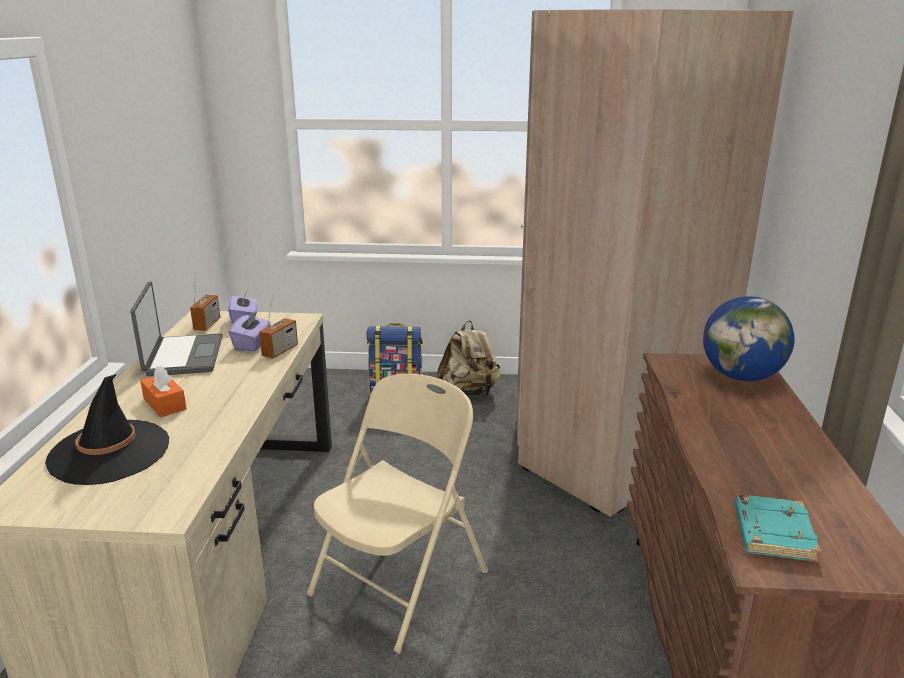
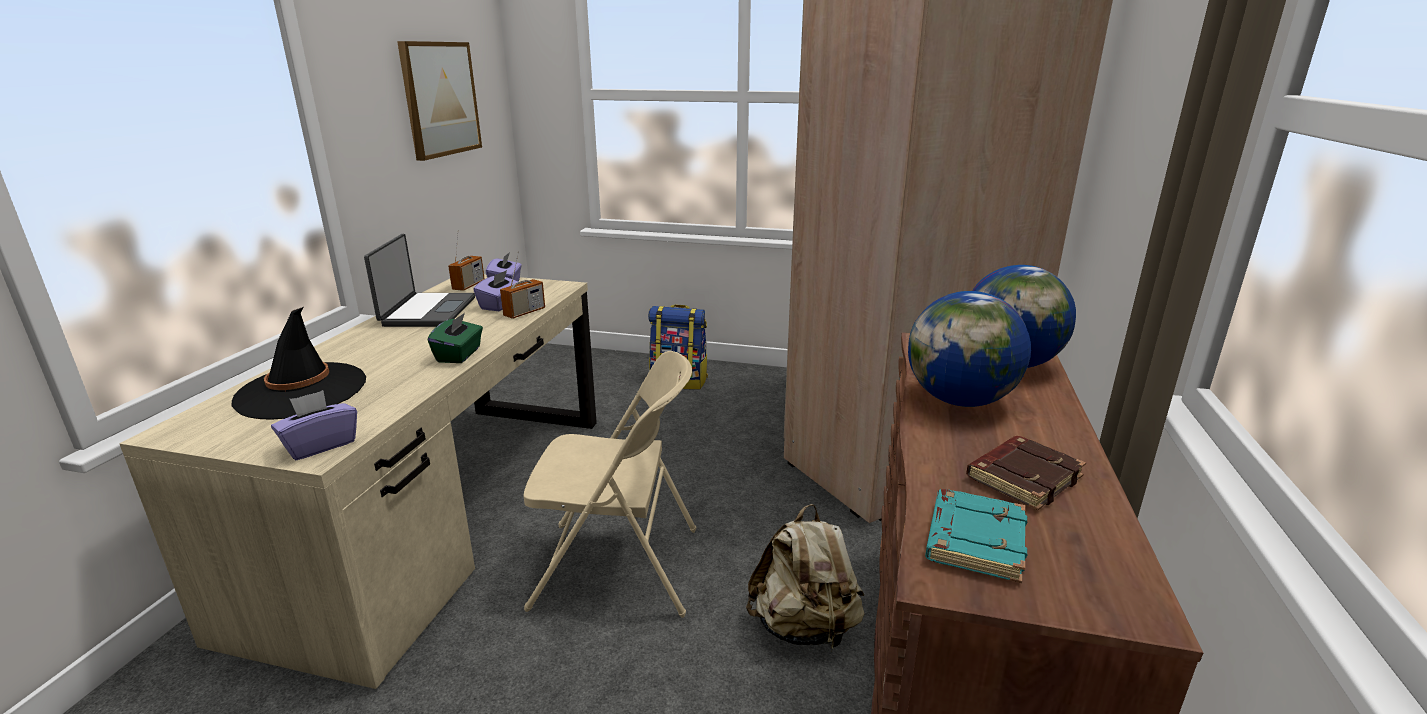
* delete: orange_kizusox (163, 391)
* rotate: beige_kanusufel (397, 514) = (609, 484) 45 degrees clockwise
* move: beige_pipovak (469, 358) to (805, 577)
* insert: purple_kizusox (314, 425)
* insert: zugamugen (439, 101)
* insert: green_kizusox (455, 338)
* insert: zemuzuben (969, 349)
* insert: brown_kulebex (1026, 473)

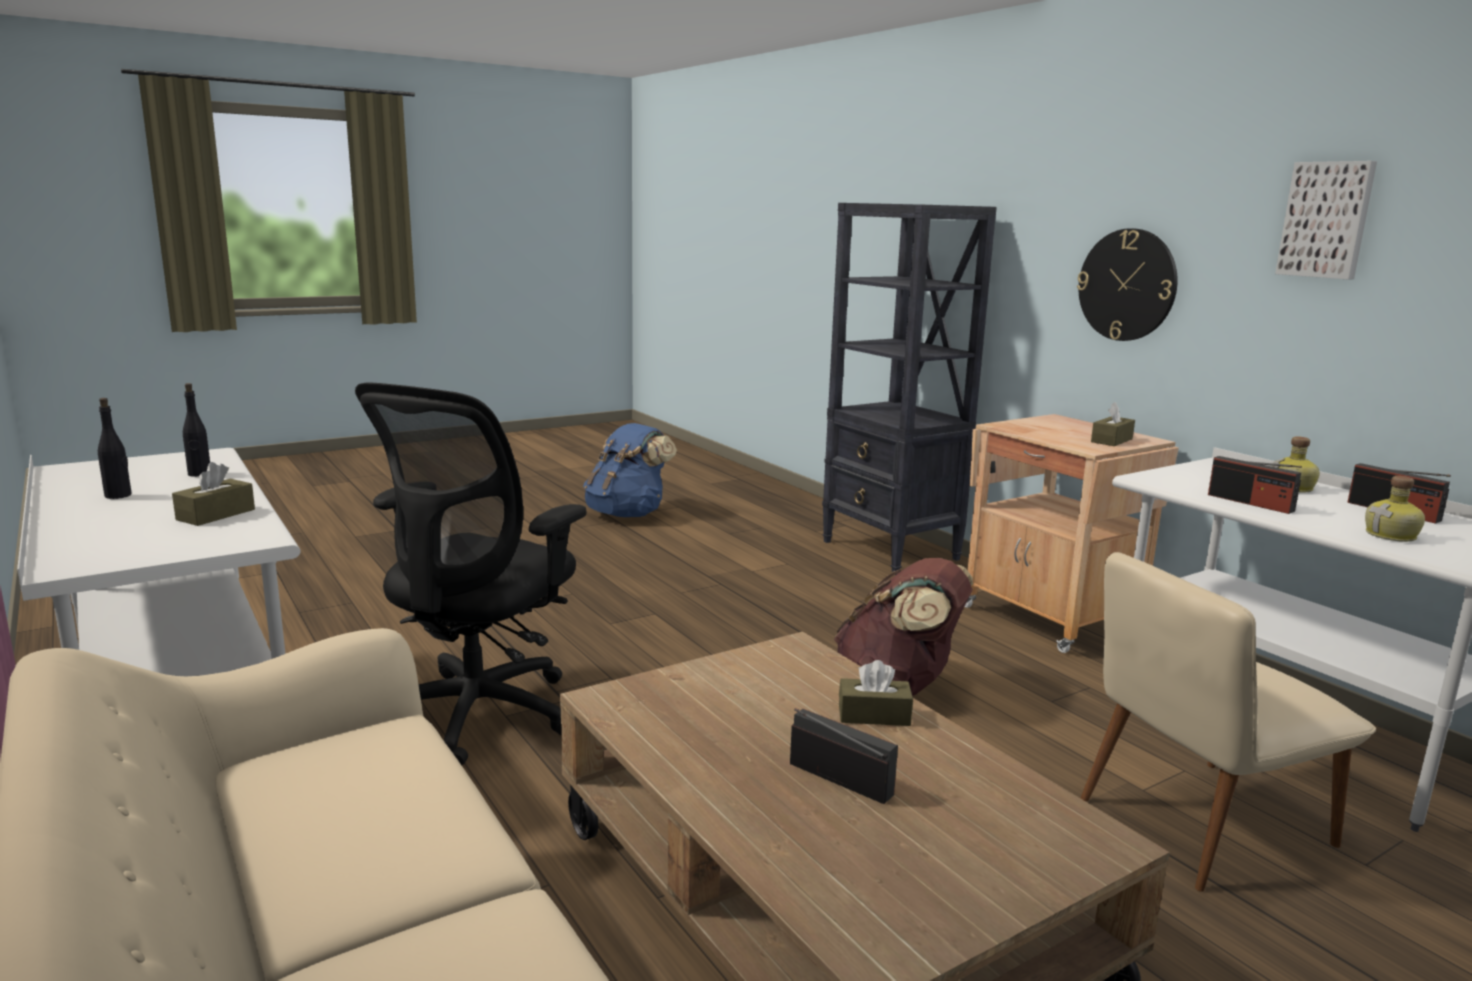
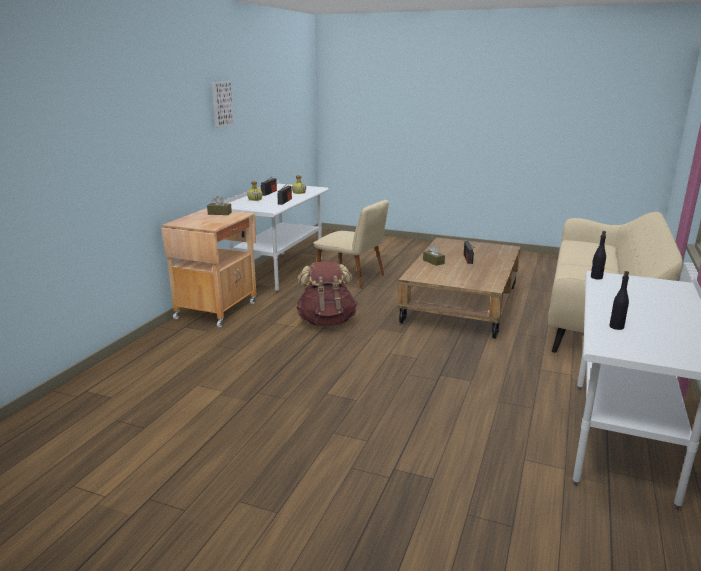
* move: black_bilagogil (115, 448) to (598, 255)
* delete: brown_kizusox (213, 494)
* delete: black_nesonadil (470, 573)
* delete: blue_pipovak (630, 470)
* delete: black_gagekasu (909, 389)
* delete: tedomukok (1127, 284)

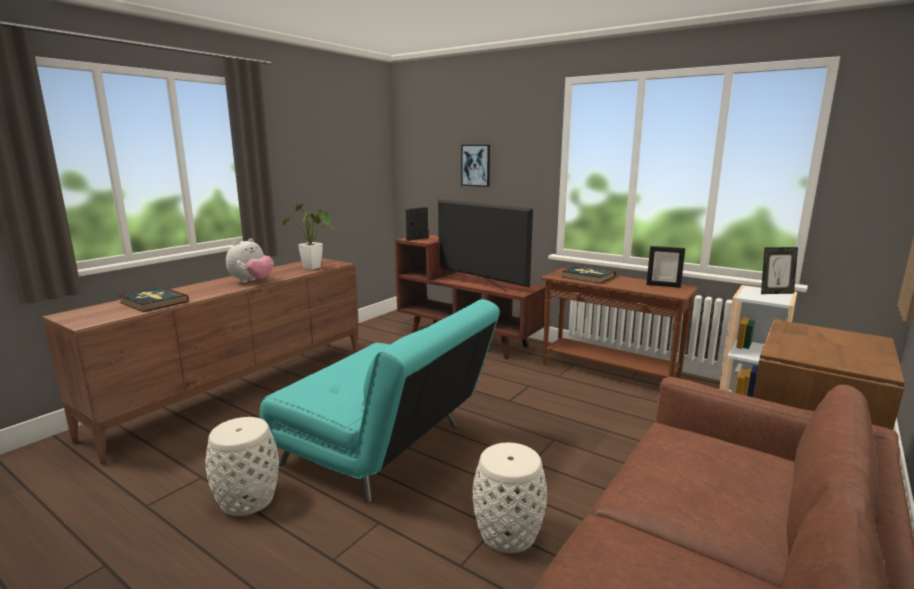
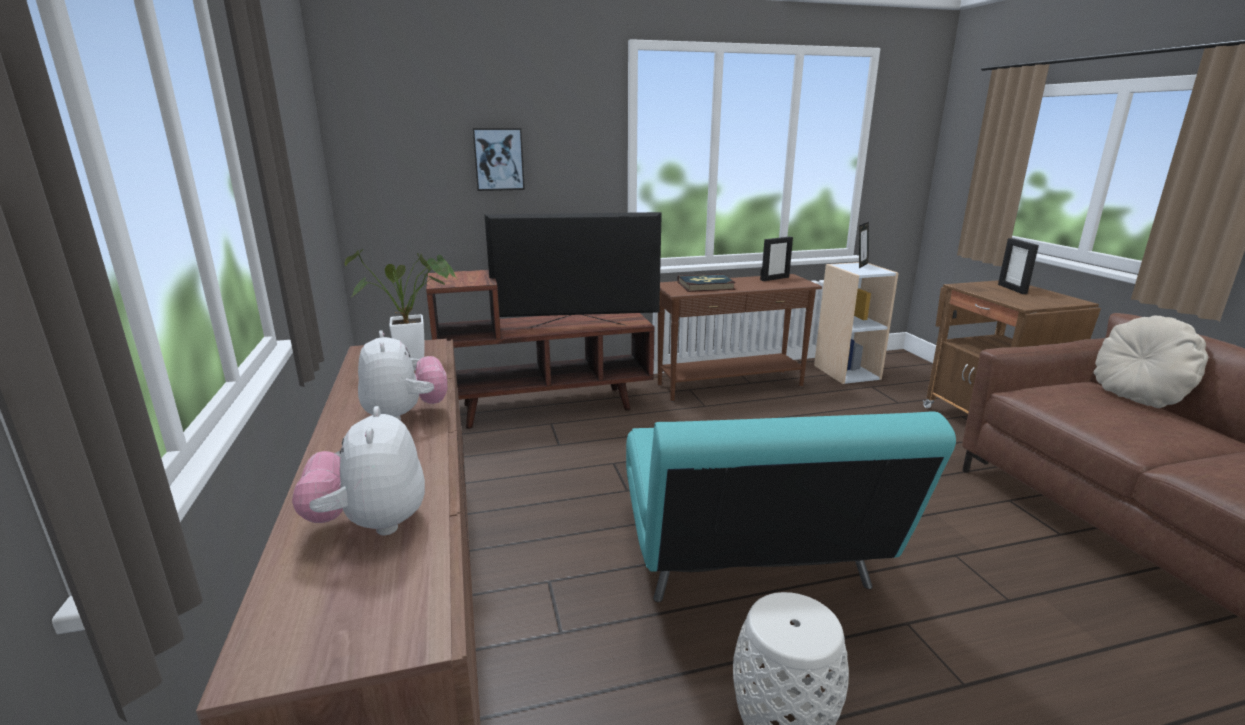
* replace: kulebex (153, 299) to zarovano (358, 470)
* rotate: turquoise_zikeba (380, 401) = (791, 506) 105 degrees clockwise
* move: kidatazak (417, 224) to (1018, 266)
* delete: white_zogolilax (510, 498)
* insert: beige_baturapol (1151, 362)

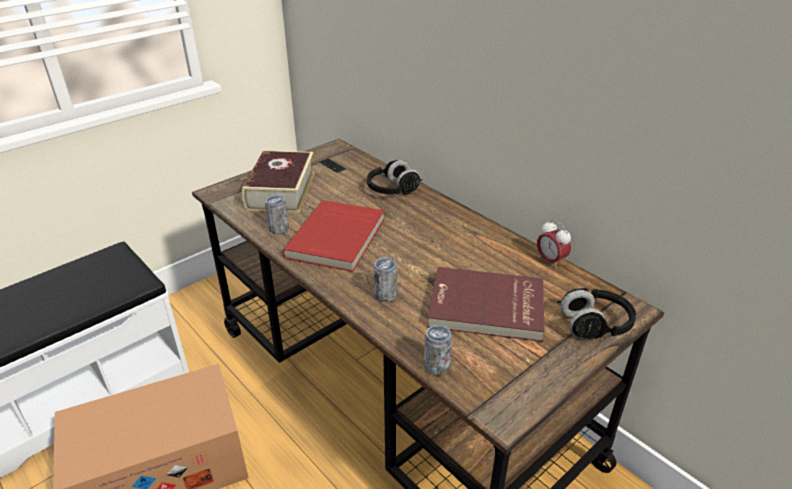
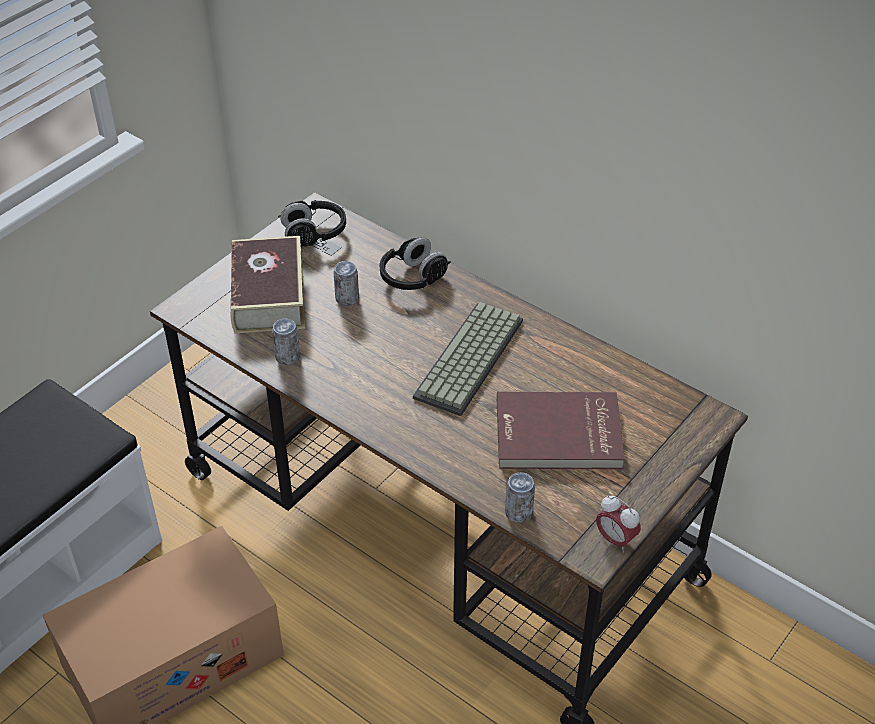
* delete: red_kulebex (333, 236)
* move: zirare (385, 280) to (346, 283)
* move: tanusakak (554, 244) to (618, 524)
* move: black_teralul (596, 313) to (312, 223)
* insert: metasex (468, 359)

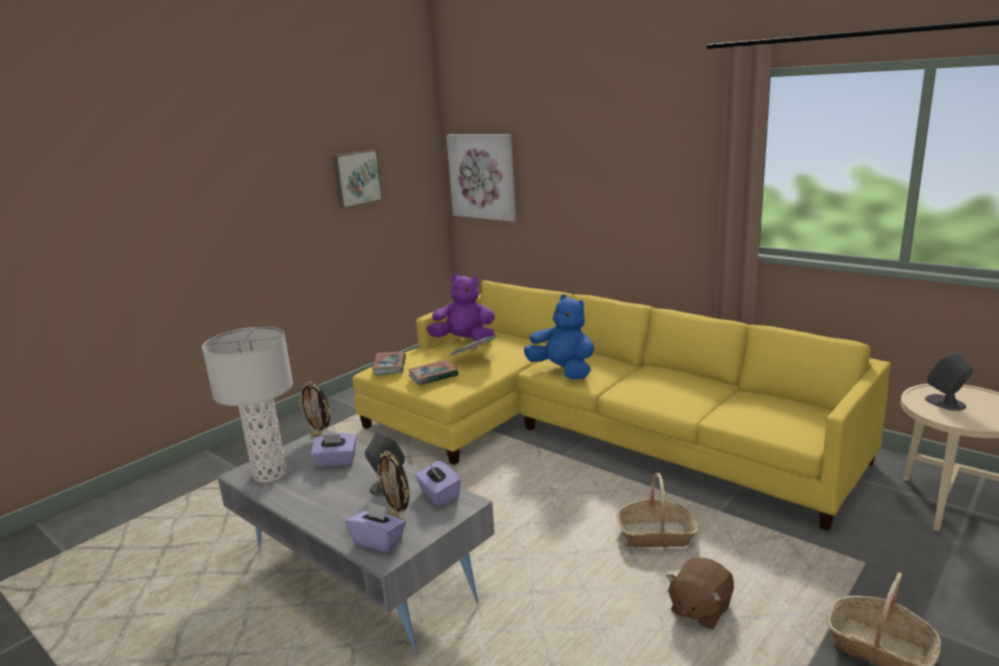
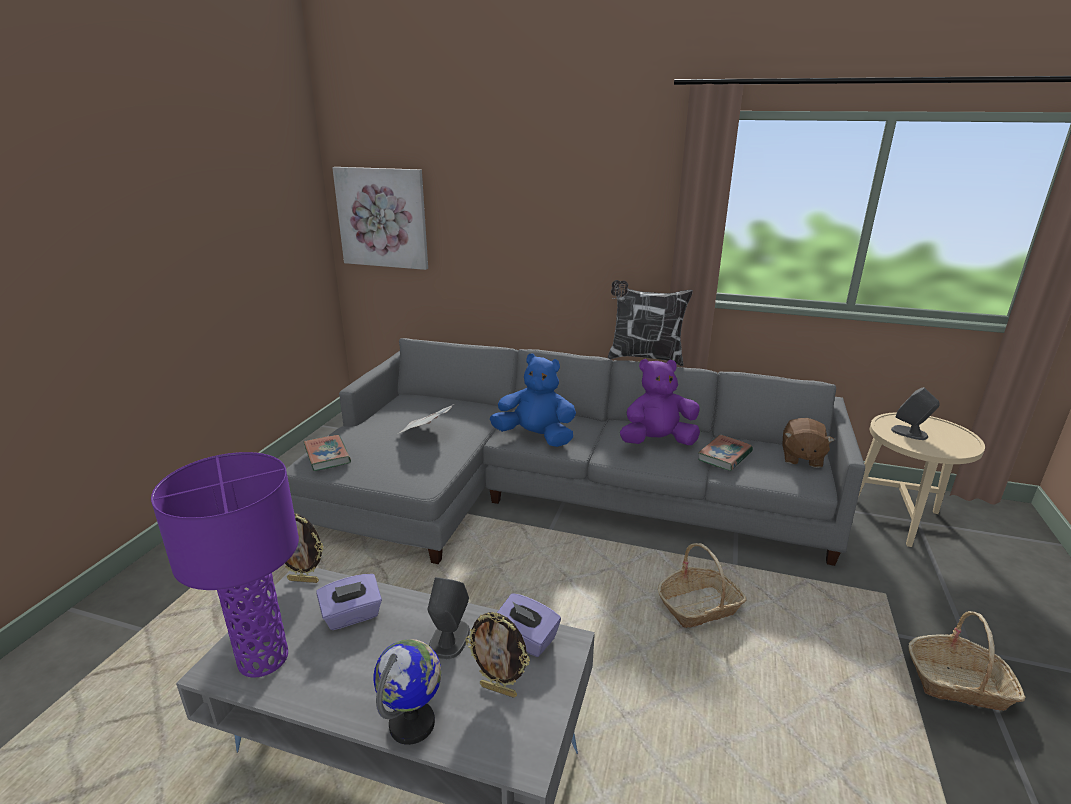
* recolor: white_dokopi (247, 405) to purple_dokopi (225, 564)
* delete: zugamugen (357, 178)
* delete: purple_kizusox (376, 527)
* recolor: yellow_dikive (621, 405) to grey_dikive (575, 452)
* move: kulebex (433, 372) to (725, 453)
* move: purple_zarovano (461, 308) to (660, 402)
* move: brown_zarovano (700, 593) to (808, 443)
* insert: zemuzuben (407, 692)
* insert: baturapol (650, 323)

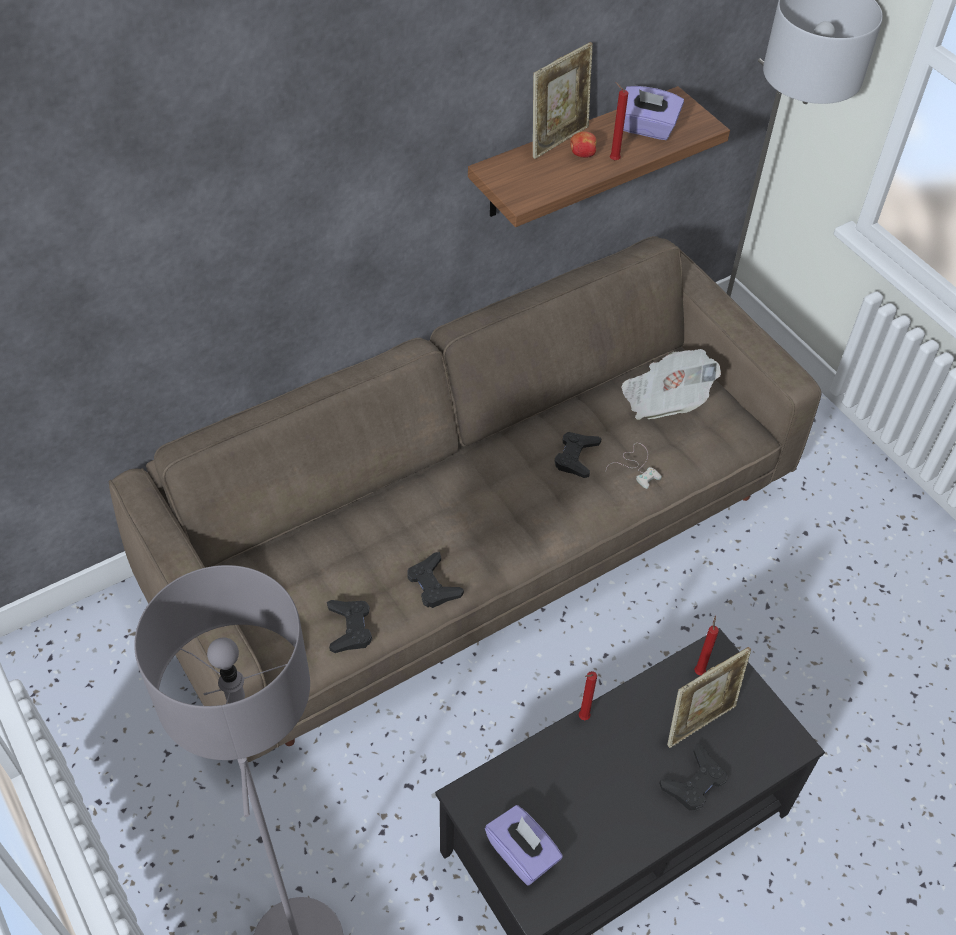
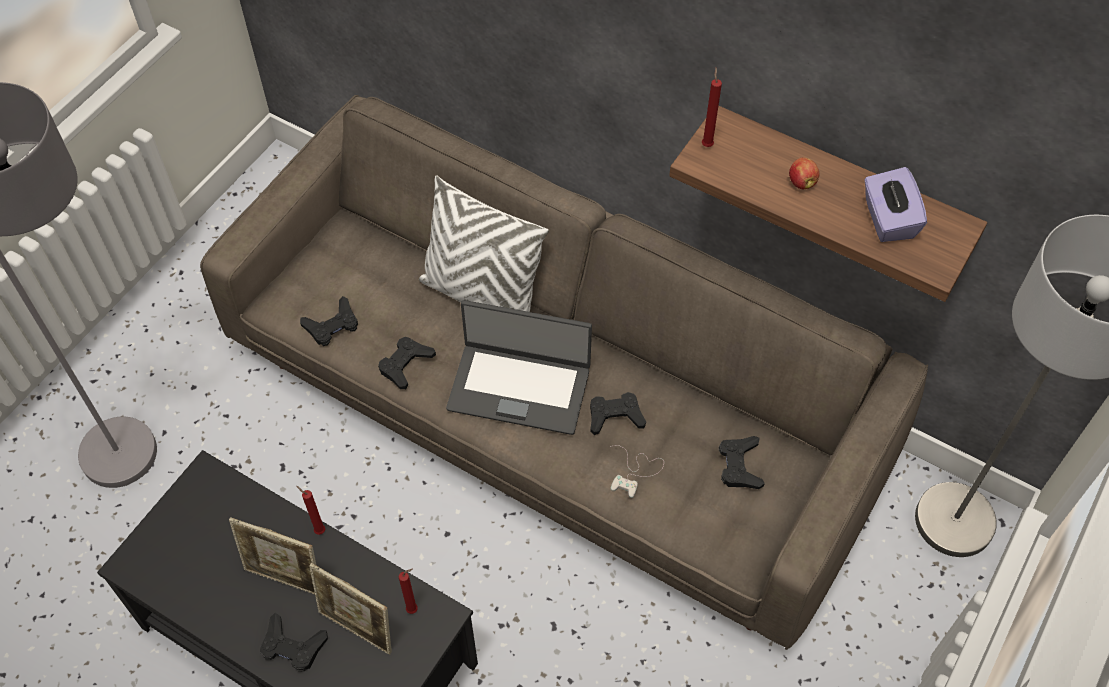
* delete: purple_kizusox (524, 845)
* move: kidatazak (563, 100) to (273, 555)
* move: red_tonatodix (619, 121) to (712, 107)
* replace: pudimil (671, 384) to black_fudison (742, 462)
* insert: white_baturapol (484, 244)
* insert: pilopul (519, 367)

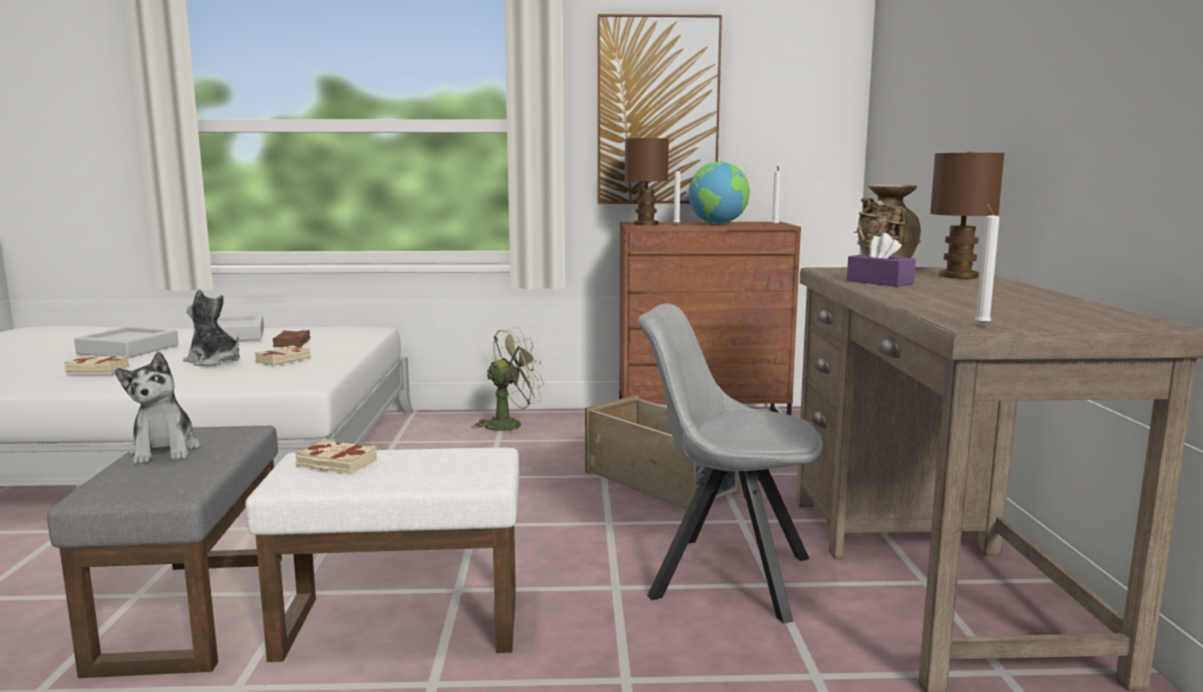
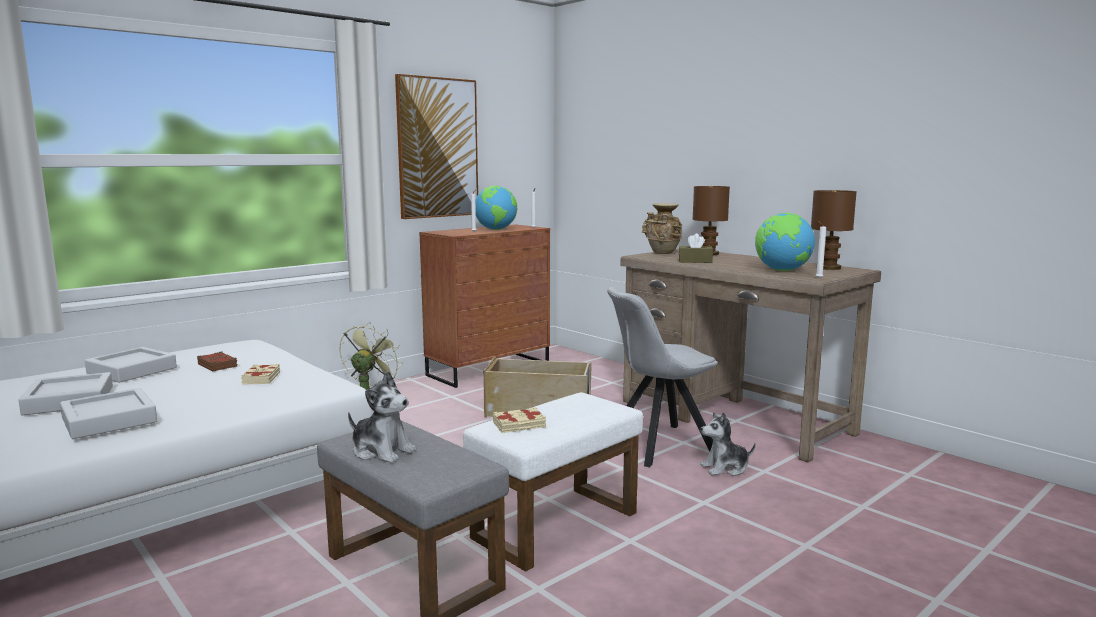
* replace: beige_kulebex (96, 364) to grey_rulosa (108, 413)
* move: zarovano (211, 327) to (728, 444)
* move: brown_dokopi (647, 181) to (834, 230)
* recolor: purple_kizusox (881, 260) to brown_kizusox (696, 248)
* insert: zemuzuben (785, 242)

